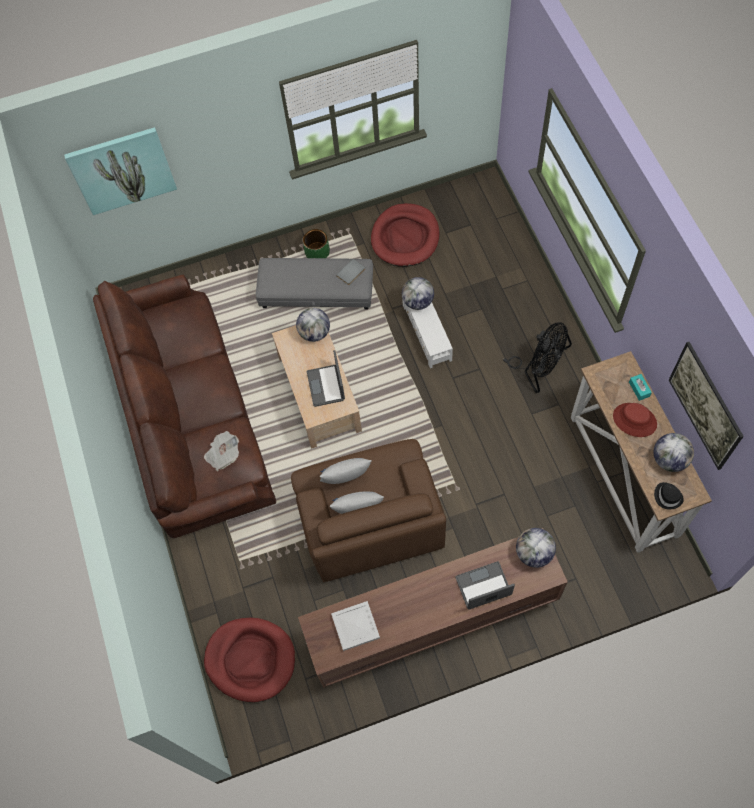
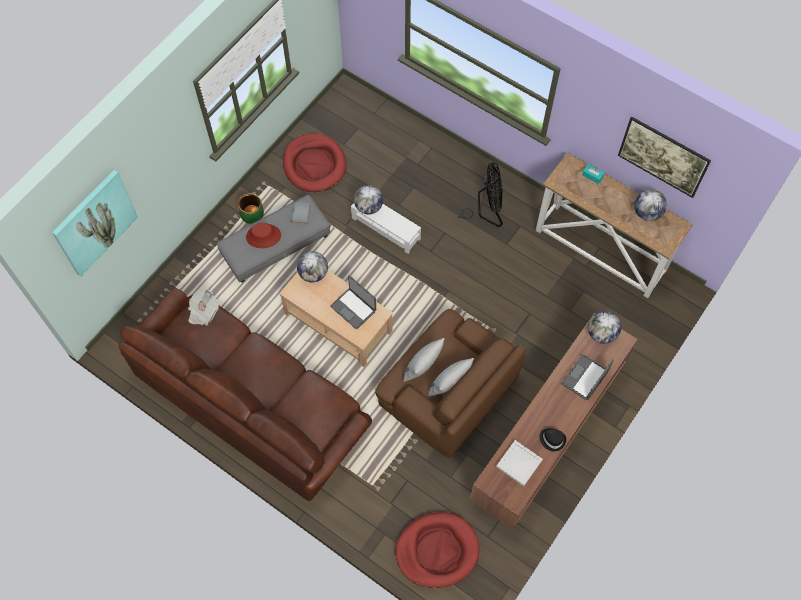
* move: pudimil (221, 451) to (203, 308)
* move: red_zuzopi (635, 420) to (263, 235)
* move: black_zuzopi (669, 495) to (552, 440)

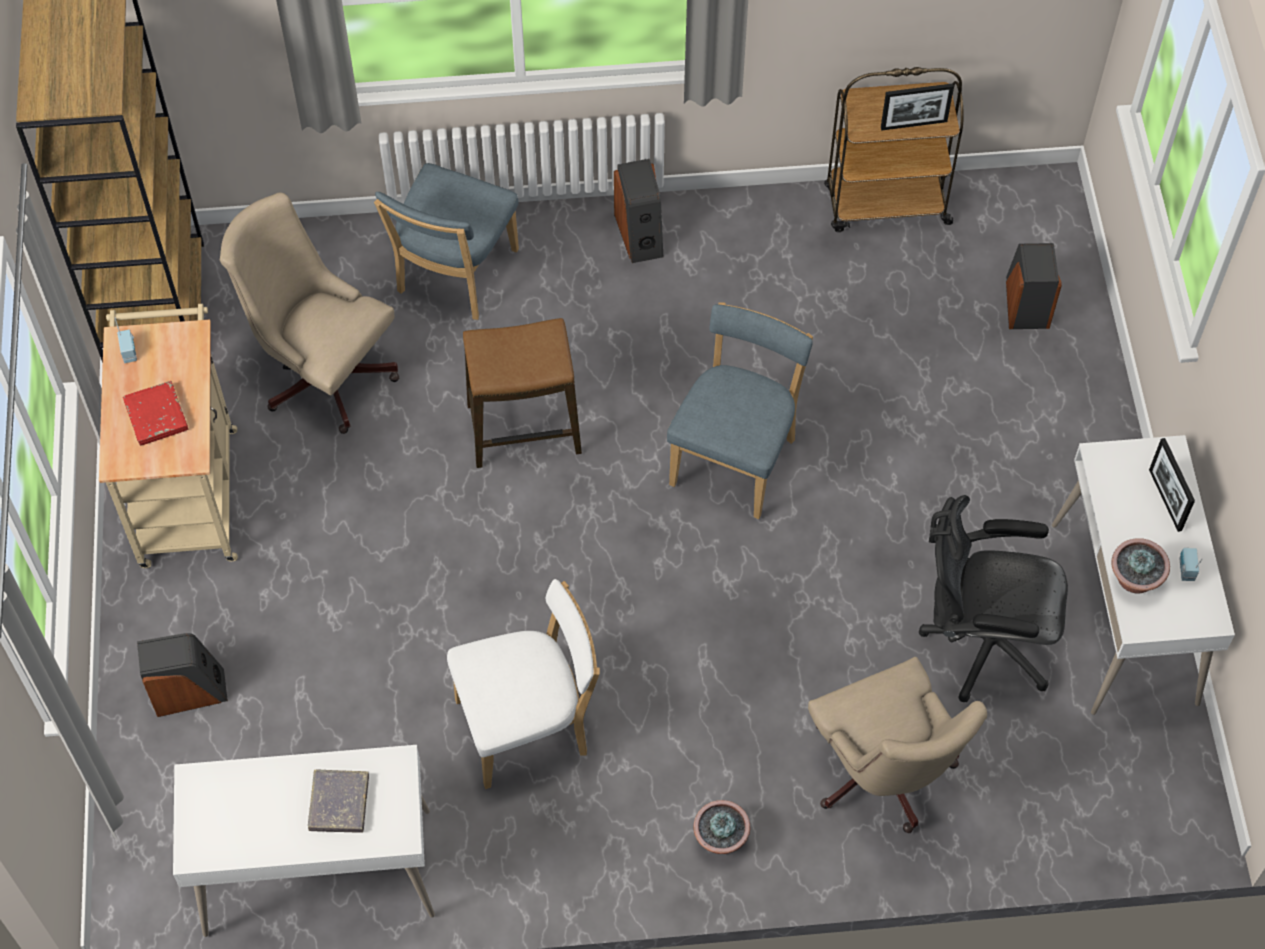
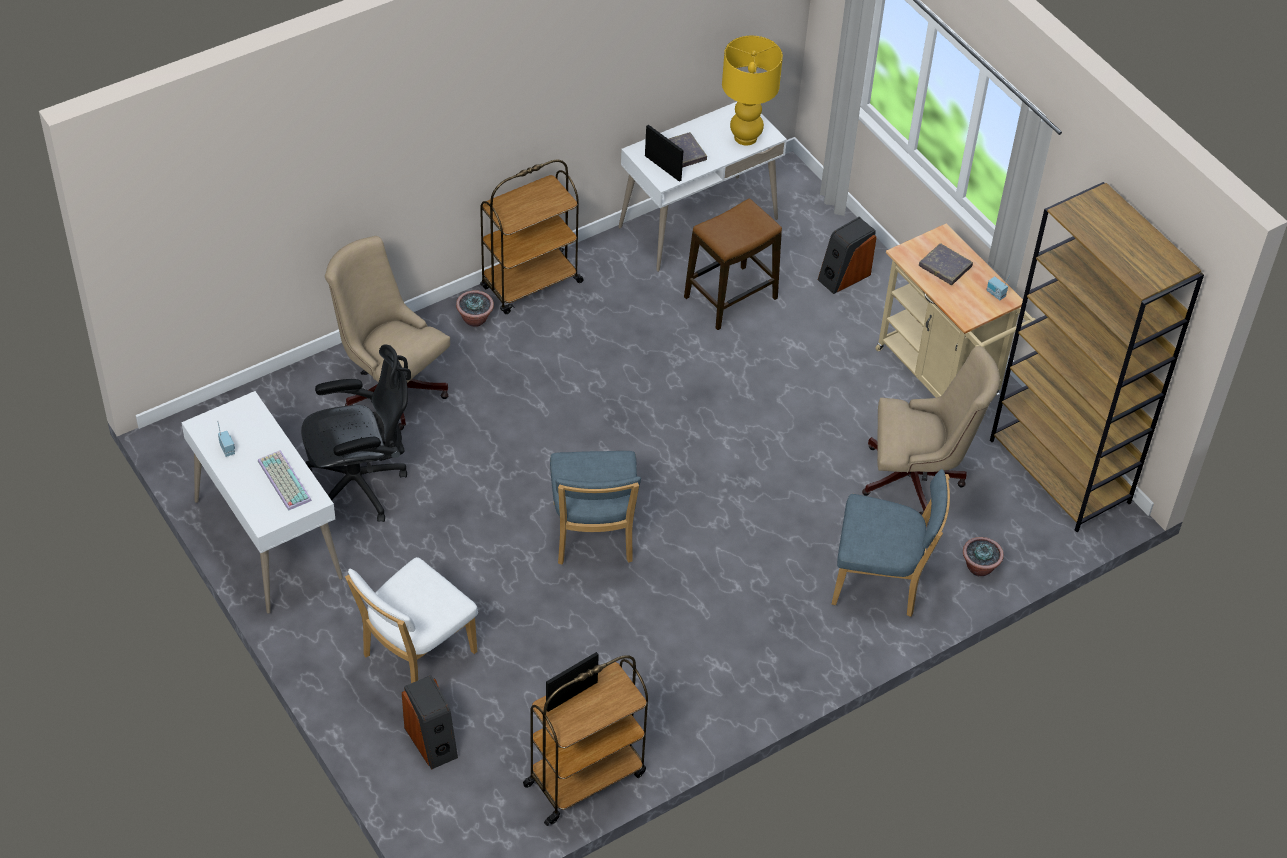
* recolor: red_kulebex (155, 413) to grey_kulebex (946, 264)
* rotate: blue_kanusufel (446, 241) = (891, 543) 105 degrees clockwise
* move: white_kanusufel (523, 684) to (411, 620)
* move: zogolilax (522, 393) to (733, 264)
* delete: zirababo (638, 211)
* move: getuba (1140, 565) to (983, 557)
* move: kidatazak (1172, 485) to (664, 153)
* insert: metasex (285, 480)
* insert: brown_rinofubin (532, 237)
* insert: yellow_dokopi (752, 91)

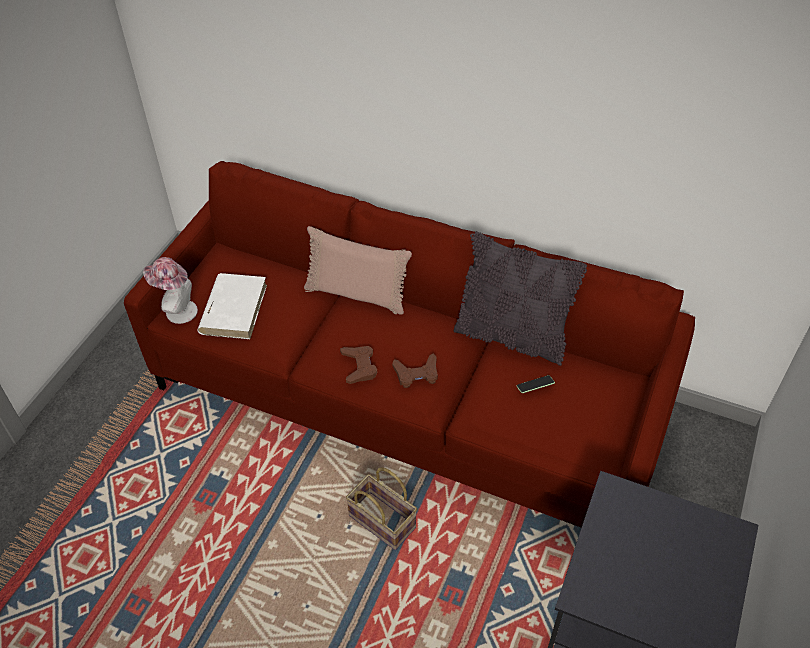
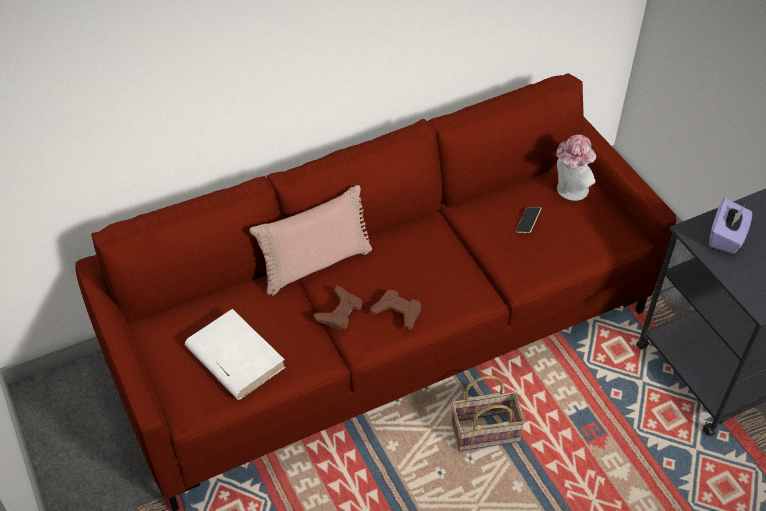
* move: zuzopi (170, 290) to (576, 167)
* move: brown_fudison (415, 370) to (338, 308)
* delete: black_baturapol (520, 298)
* insert: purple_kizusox (730, 226)

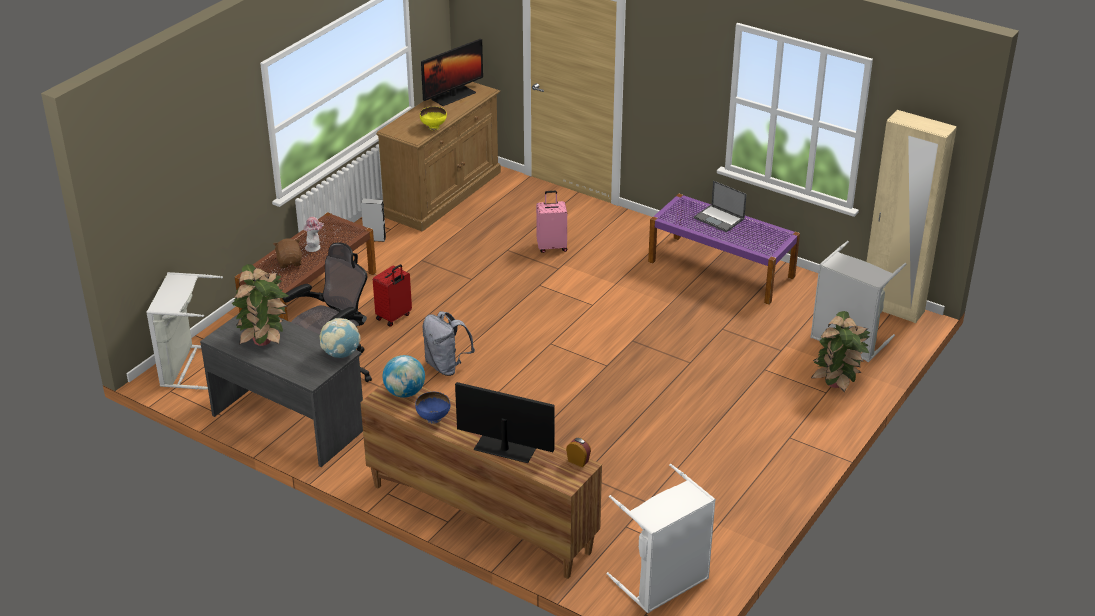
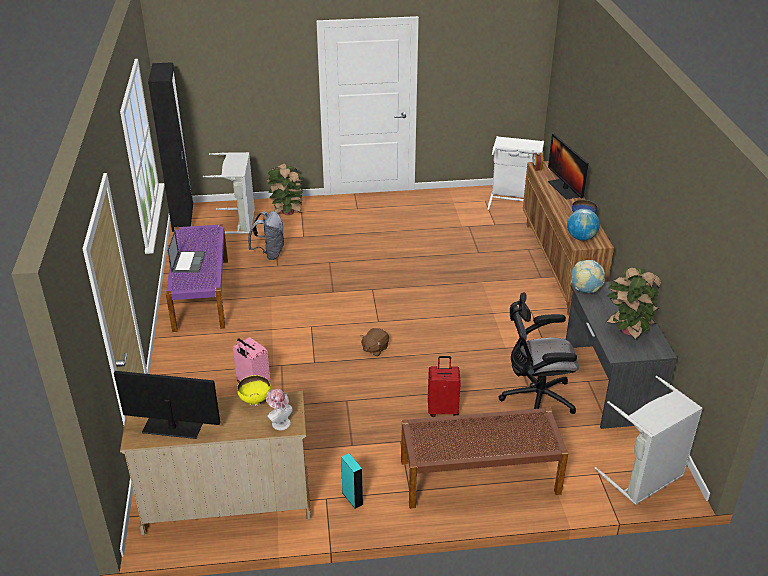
* move: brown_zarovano (287, 253) to (375, 342)
* move: zuzopi (313, 234) to (279, 409)
* recolor: grey_zirababo (373, 220) to turquoise_zirababo (352, 481)
* move: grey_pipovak (448, 343) to (266, 235)
* recolor: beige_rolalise (911, 216) to black_rolalise (170, 147)

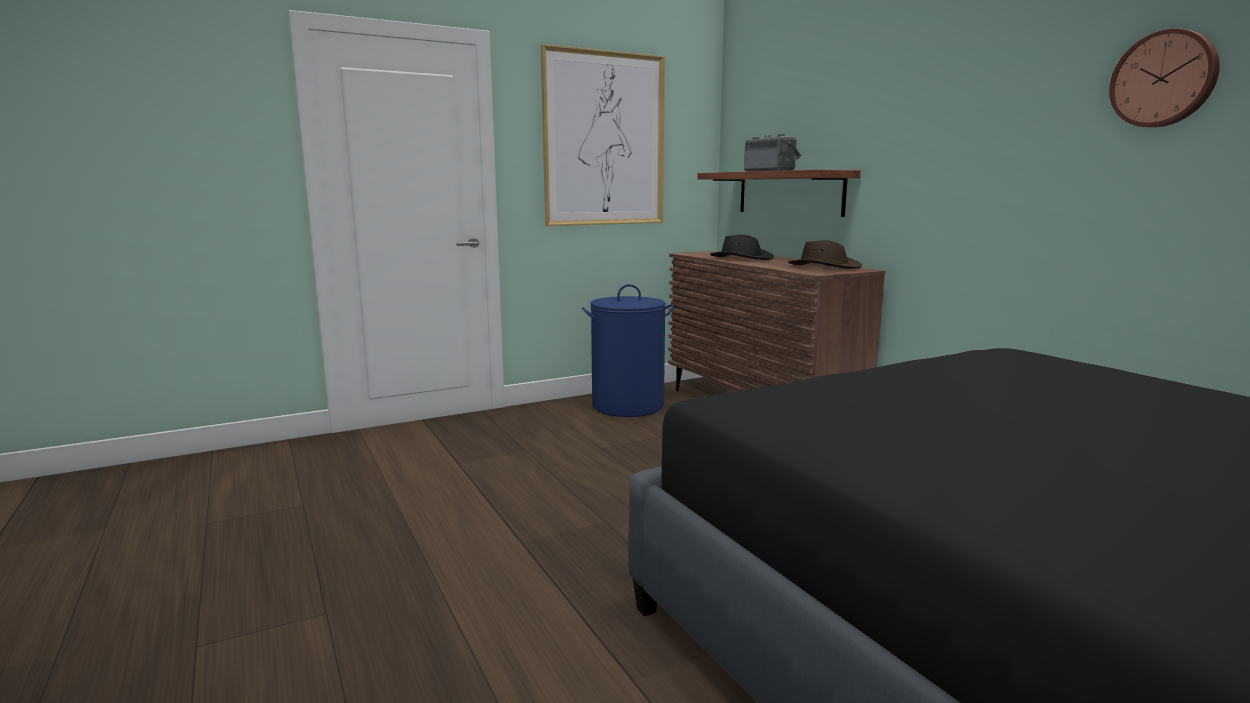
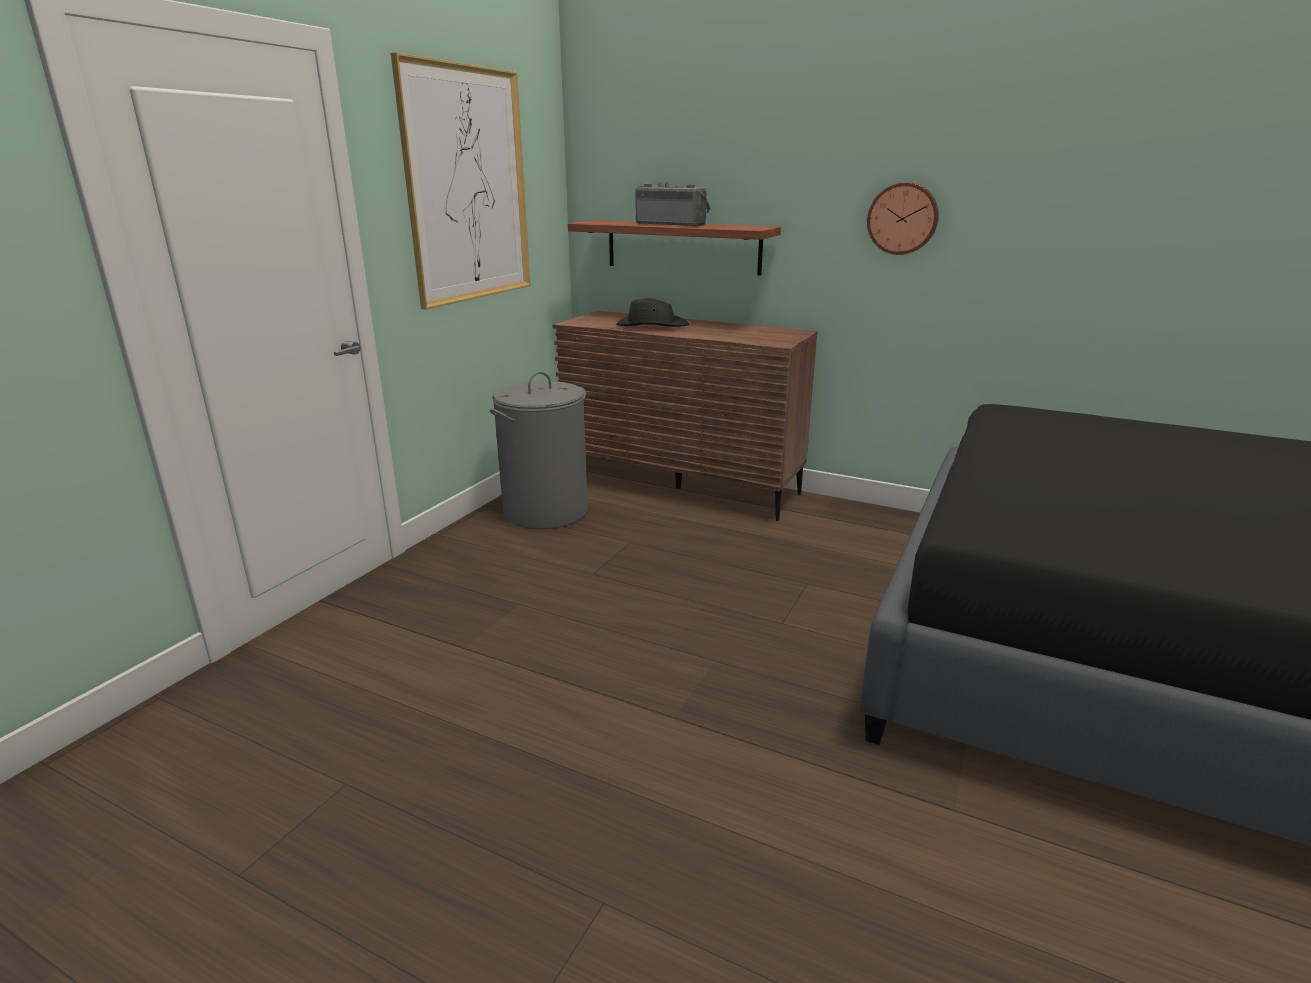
* recolor: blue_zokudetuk (628, 350) to grey_zokudetuk (539, 450)
* delete: brown_zuzopi (825, 254)
* move: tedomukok (1164, 78) to (903, 218)

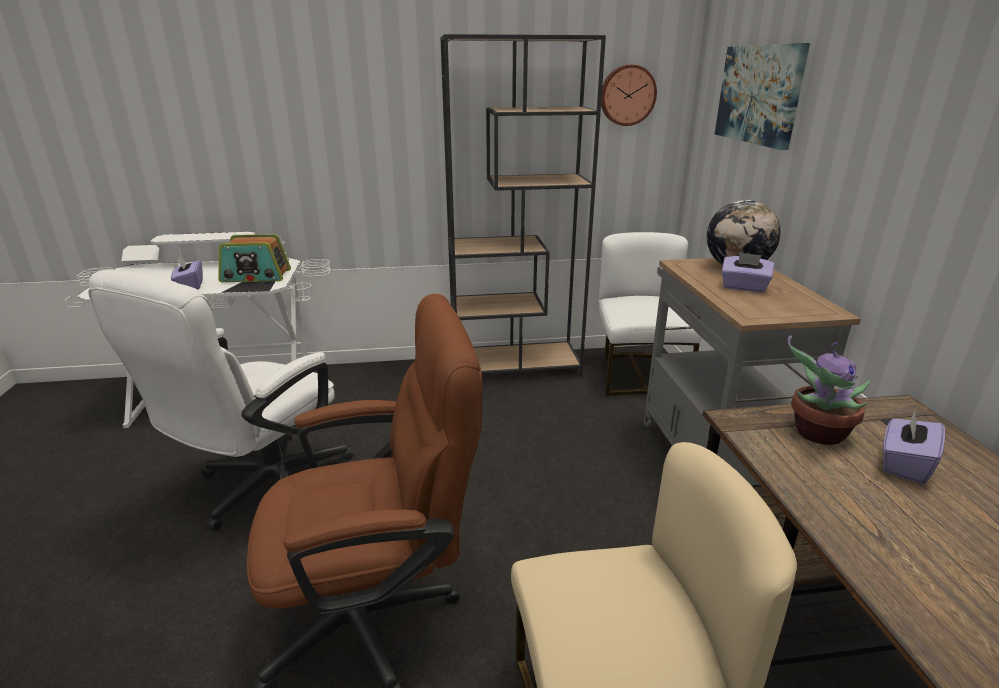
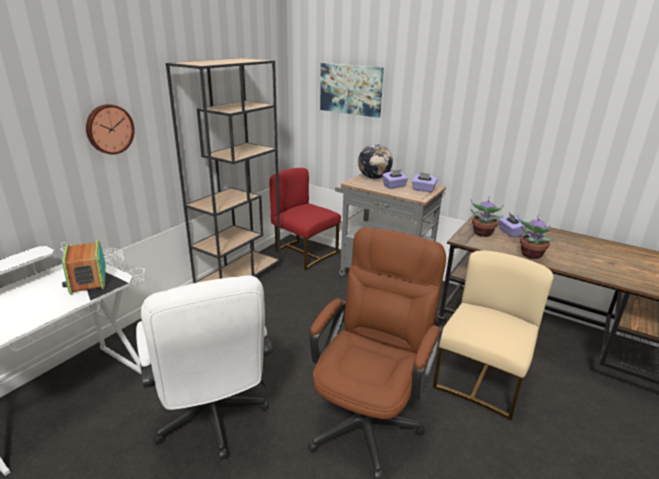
* move: purple_kizusox (187, 273) to (425, 182)
* rotate: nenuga (254, 258) = (84, 267) 120 degrees clockwise
* recolor: white_kanusufel (651, 314) to red_kanusufel (305, 219)
* move: tedomukok (629, 95) to (110, 129)
* insert: getuba (535, 236)

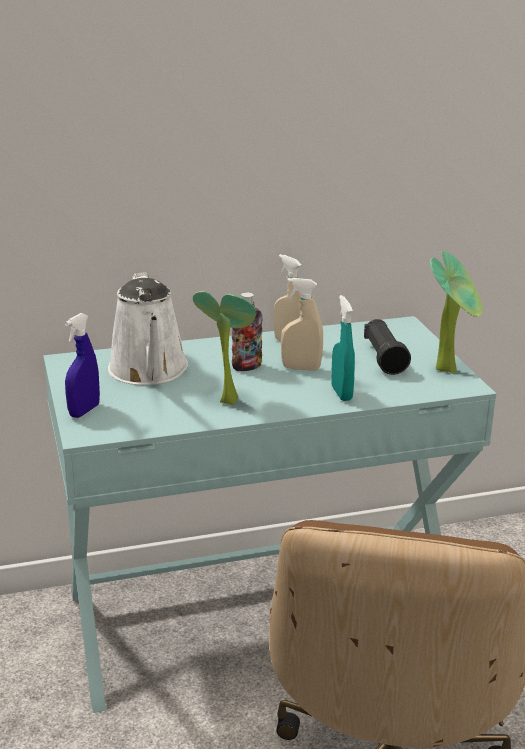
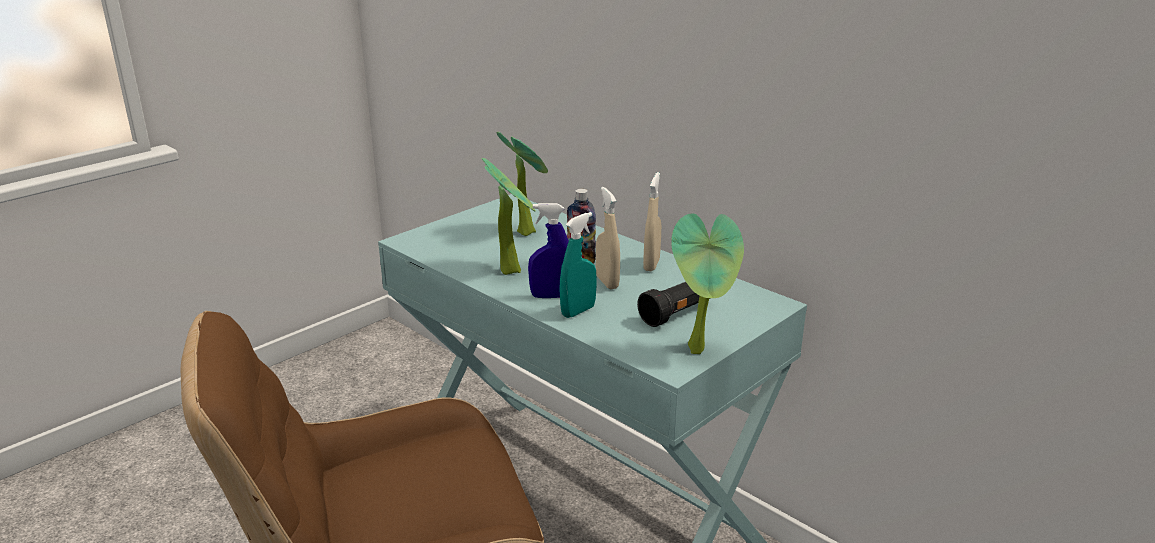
* move: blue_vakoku (82, 365) to (548, 250)
* replace: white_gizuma (148, 328) to getuba (522, 184)

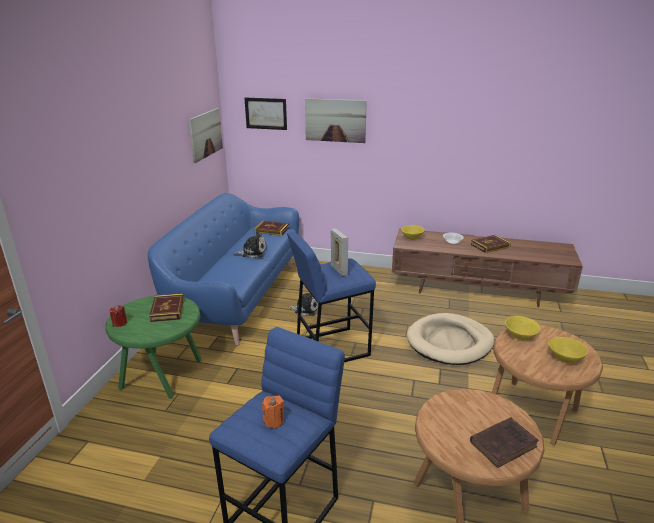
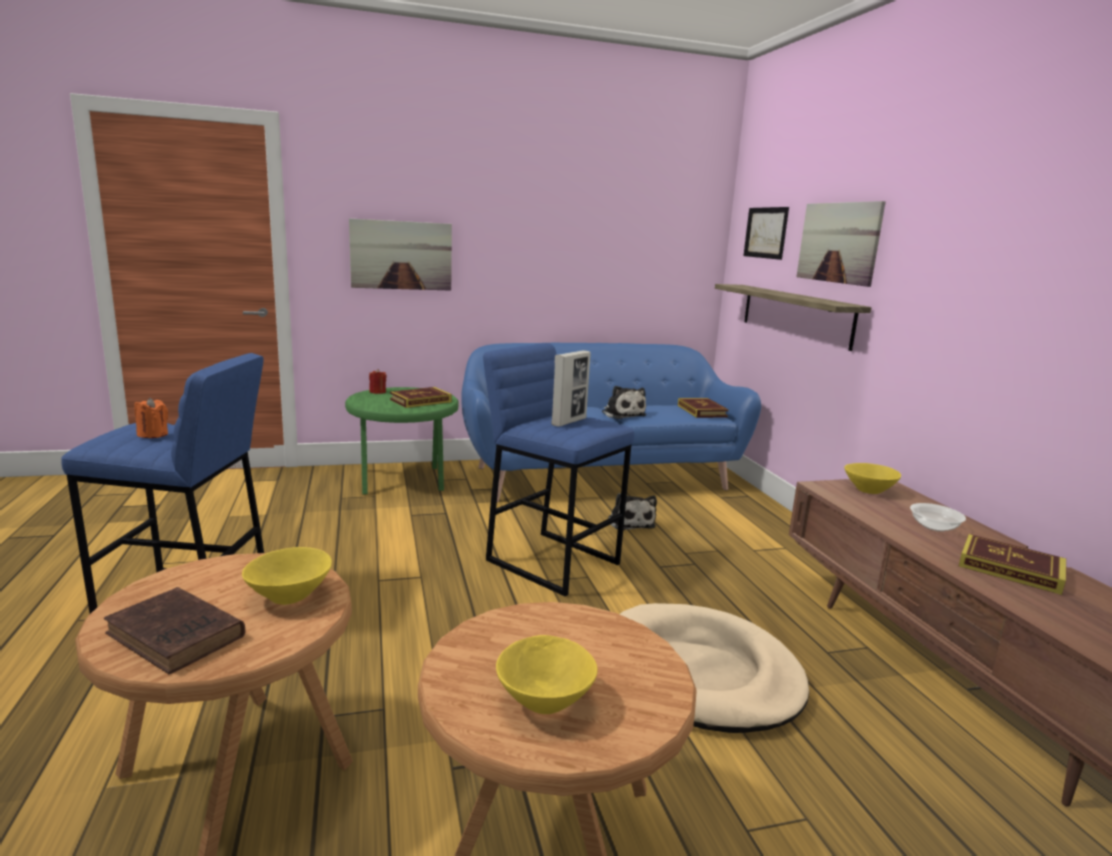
* move: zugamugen (206, 135) to (400, 254)
* move: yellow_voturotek (522, 328) to (287, 576)
* insert: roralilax (793, 317)

